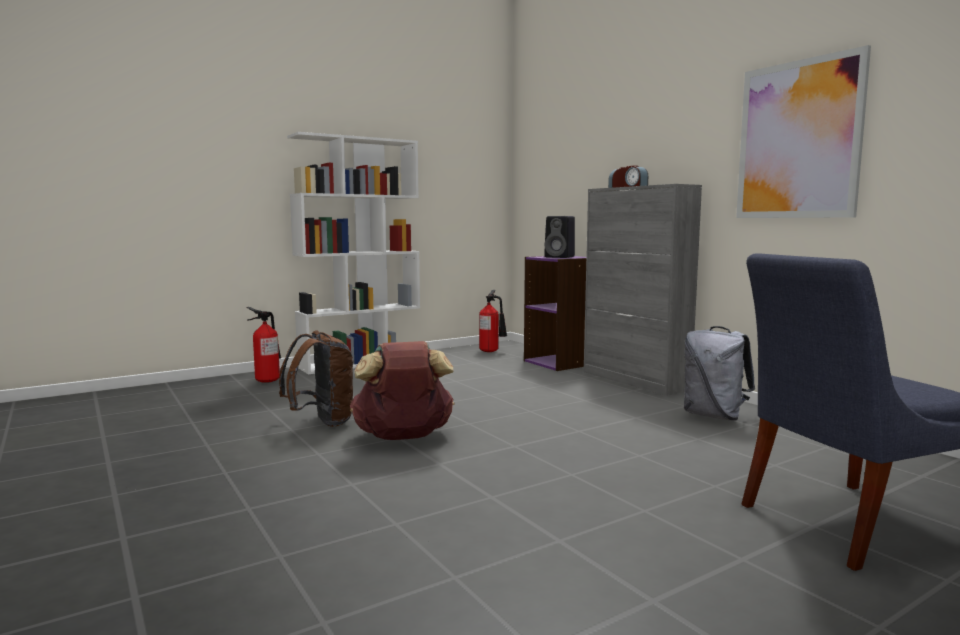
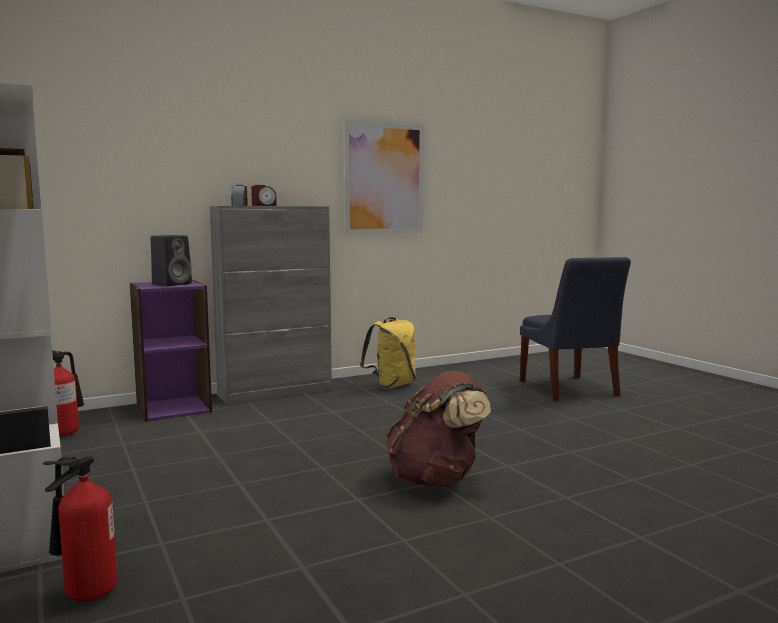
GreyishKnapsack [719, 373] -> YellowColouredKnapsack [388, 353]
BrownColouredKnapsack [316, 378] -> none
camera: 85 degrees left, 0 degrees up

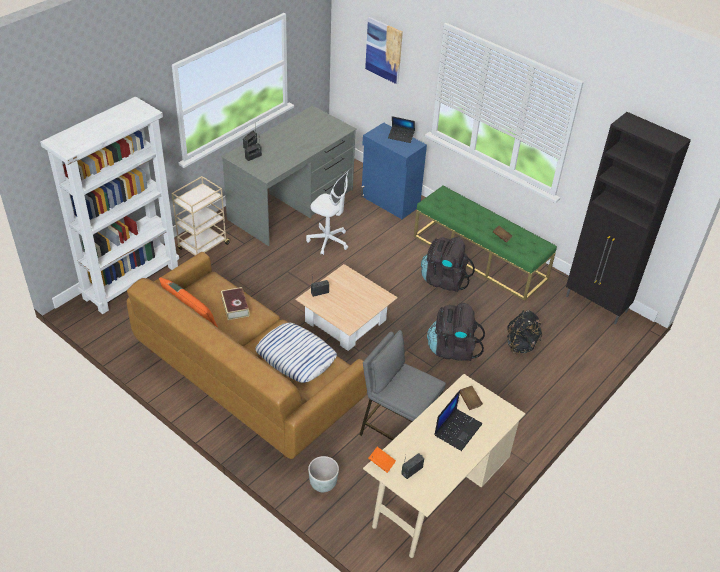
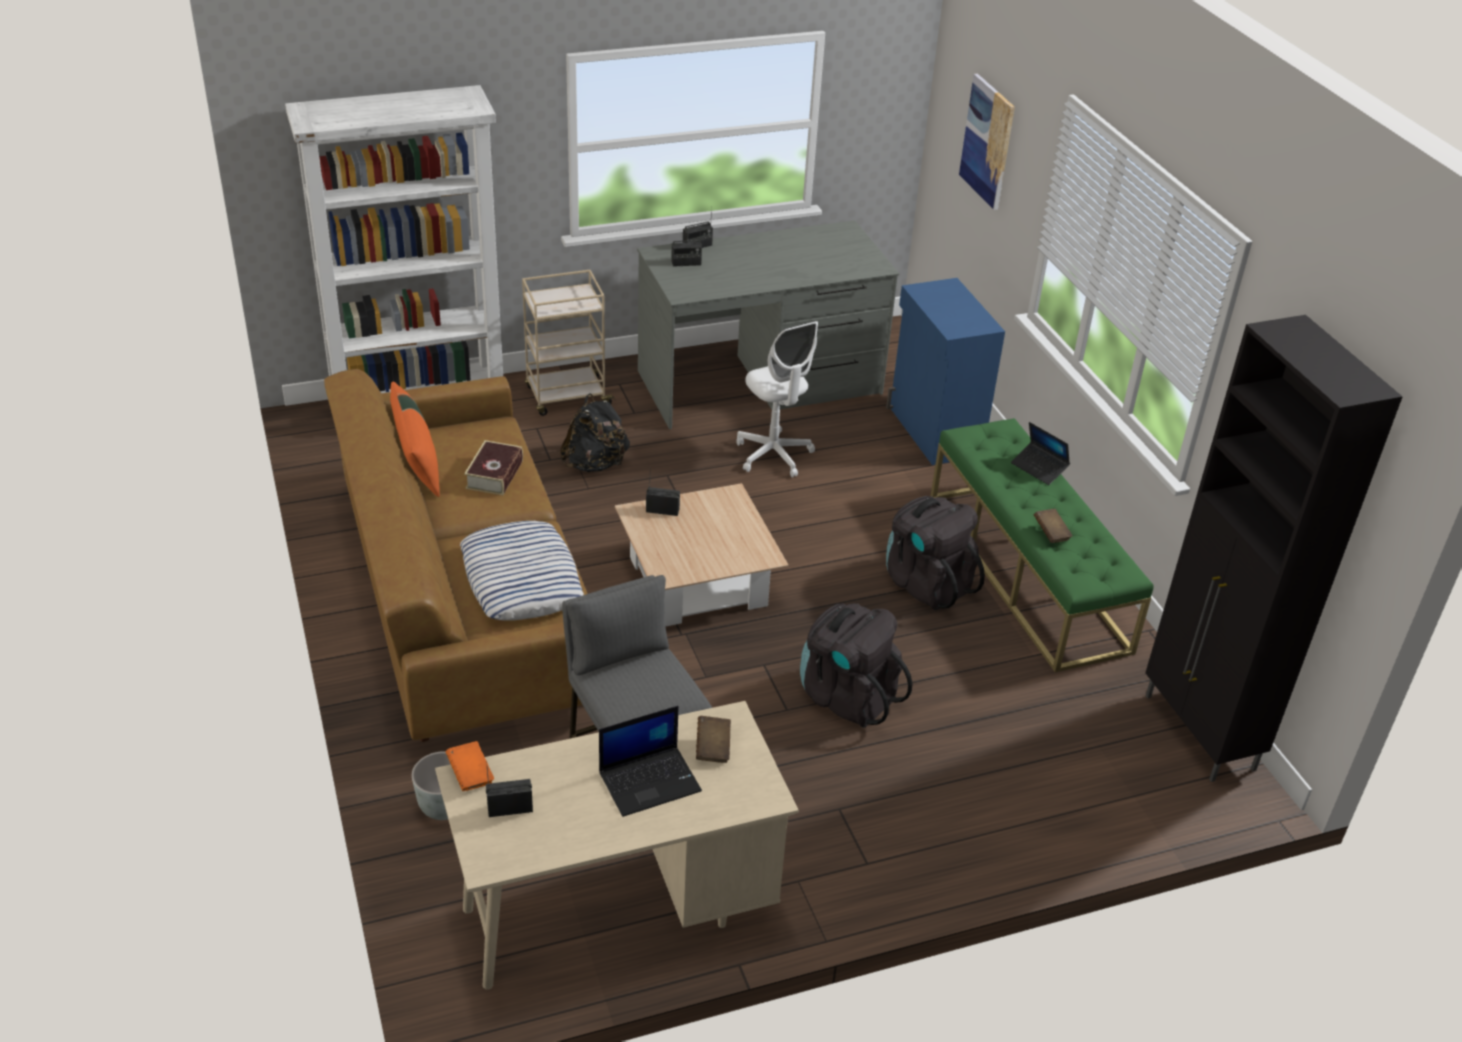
BlackKnapsack [524, 332] -> BlackKnapsack [595, 432], move
Laptop [401, 129] -> Laptop [1040, 453], move
camera: 30 degrees right, 5 degrees down

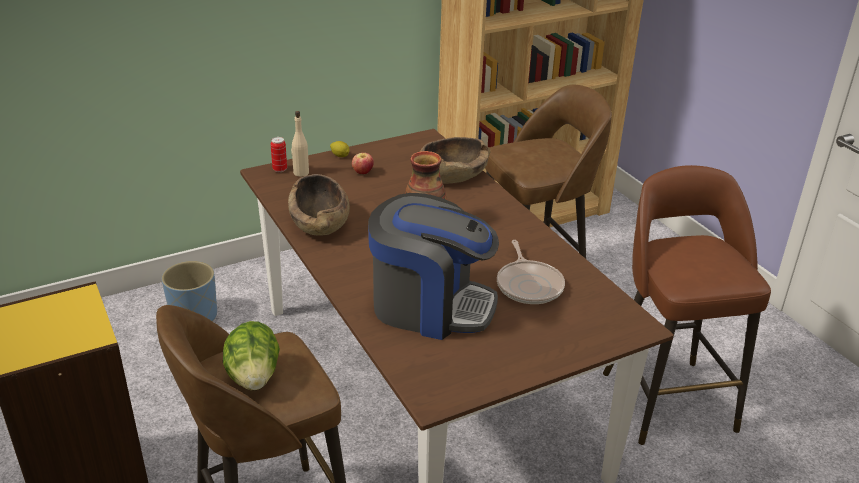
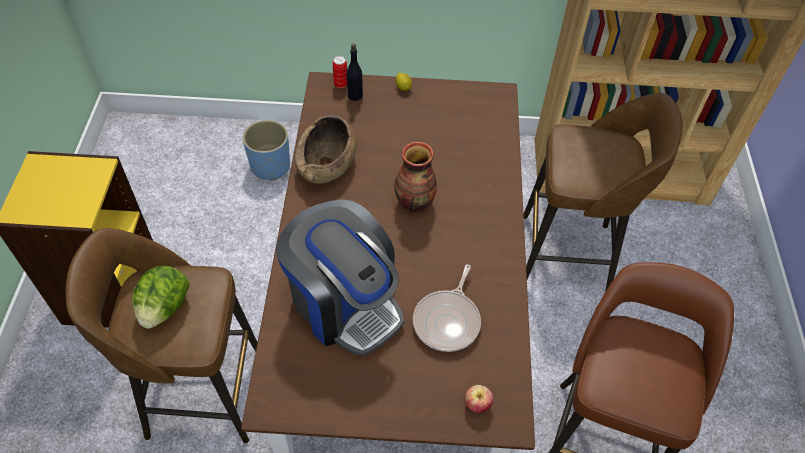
BeigeDrinkBottle [300, 144] -> BlackDrinkBottle [354, 72]
WholeApple [363, 163] -> WholeApple [479, 399], move
BrownColouredBowl [455, 160] -> none
camera: 30 degrees right, 20 degrees up

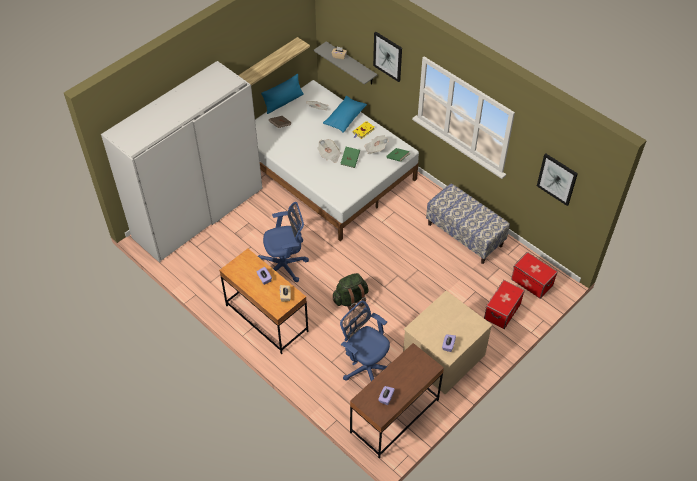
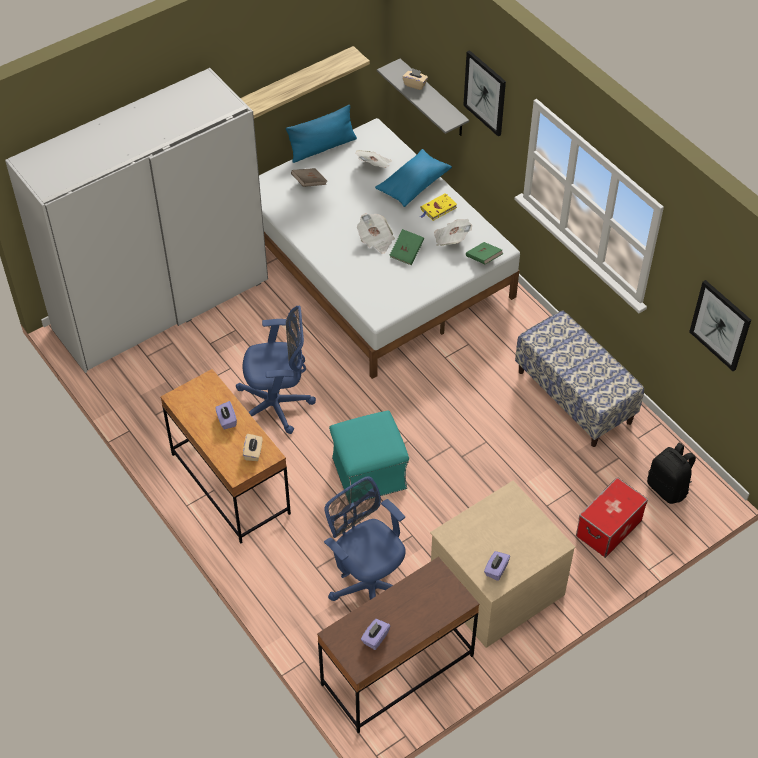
GreenKnapsack [351, 292] -> TurquoiseFootrest [369, 456]
StorageBin [534, 275] -> BlackKnapsack [671, 473]
camera: 10 degrees right, 0 degrees up

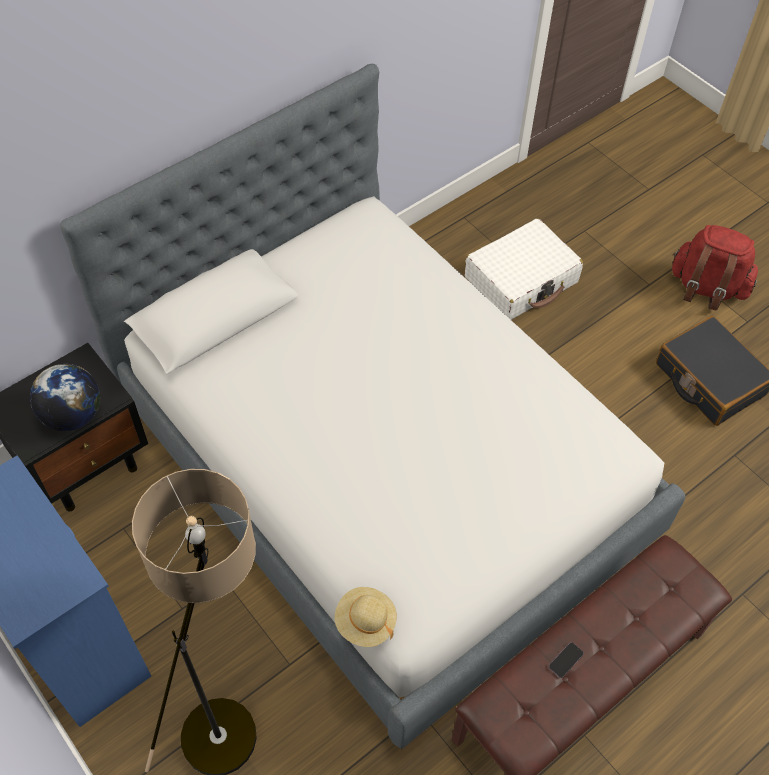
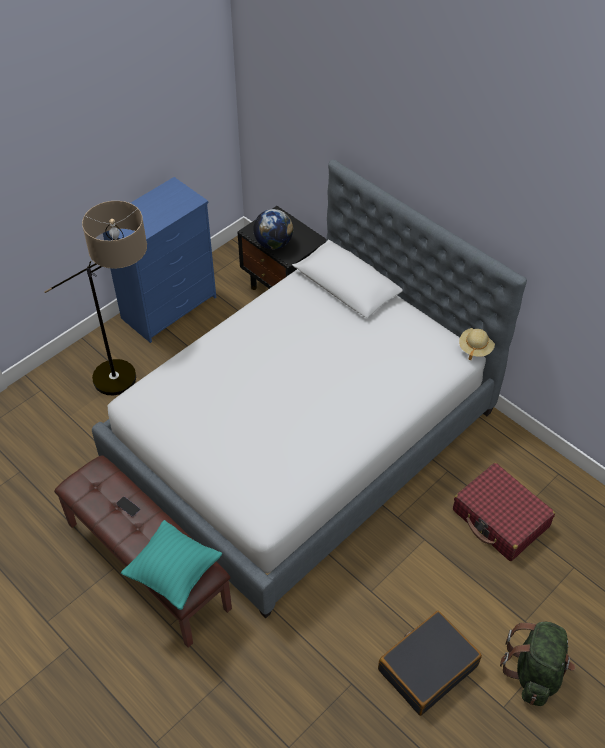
none -> TurquoiseThrowPillow [171, 565]
WhiteTravelCase [524, 269] -> RedTravelCase [504, 512]
BeigeWearableHat [366, 617] -> BeigeWearableHat [477, 344], move
RedKnapsack [715, 267] -> GreenKnapsack [537, 663]
camera: 85 degrees right, 5 degrees down

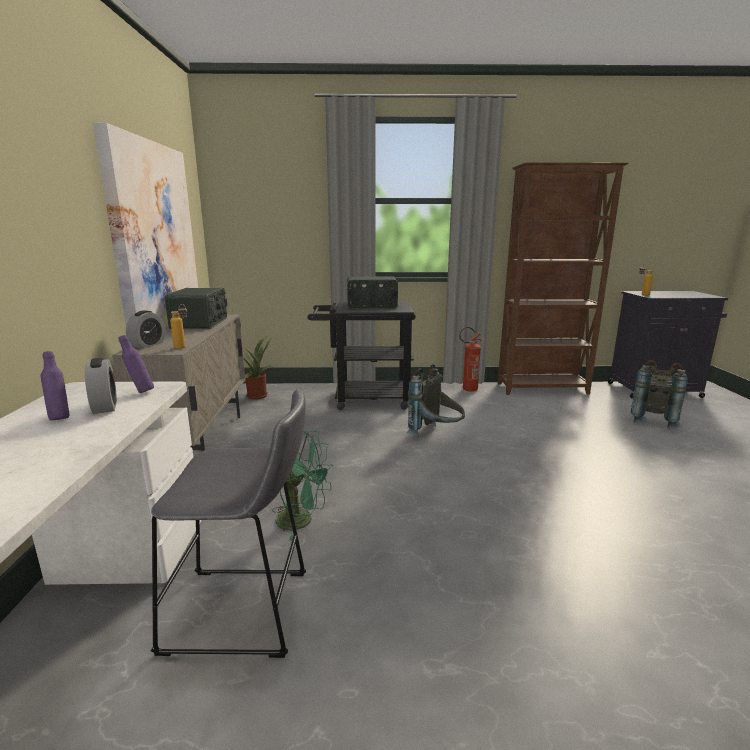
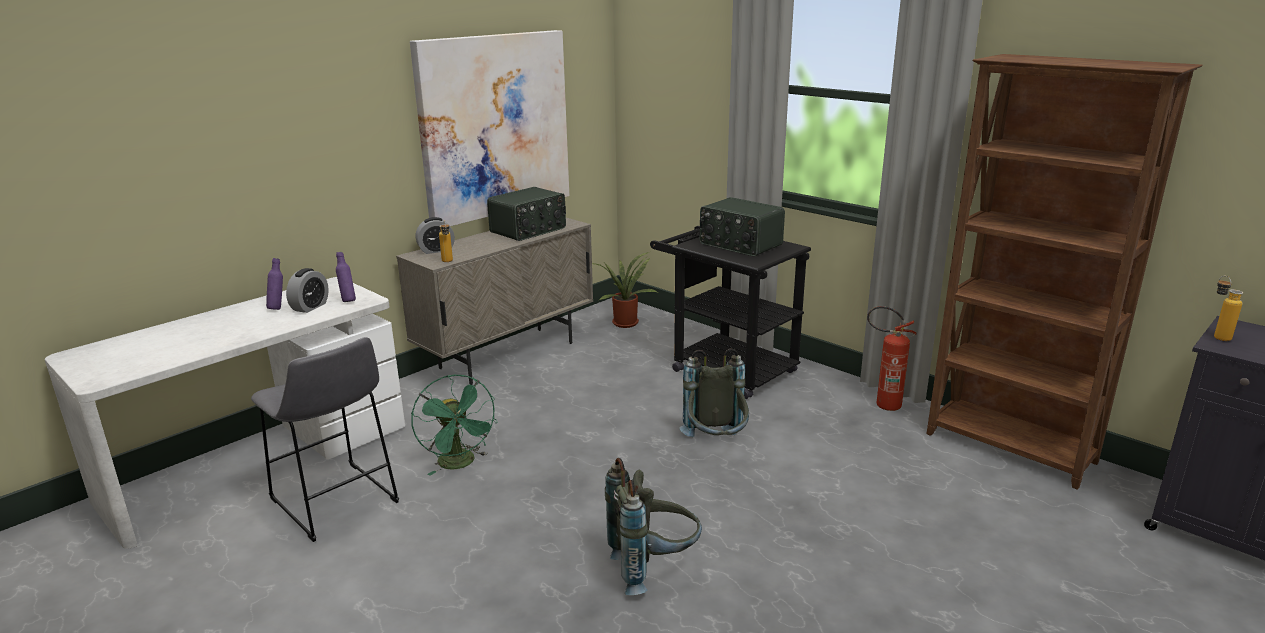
GreyishKnapsack [659, 394] -> GreyishKnapsack [653, 526], move
camera: 45 degrees right, 5 degrees up

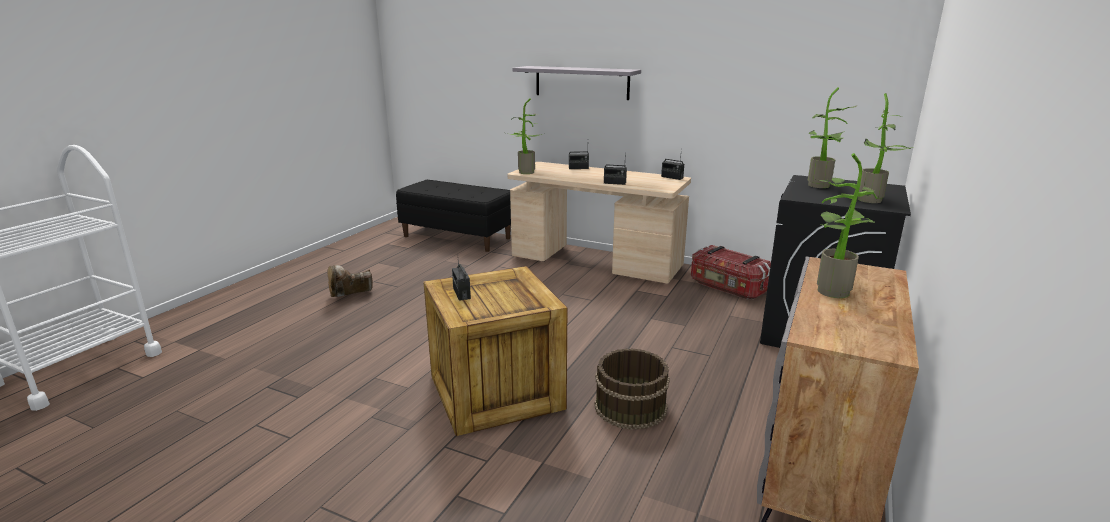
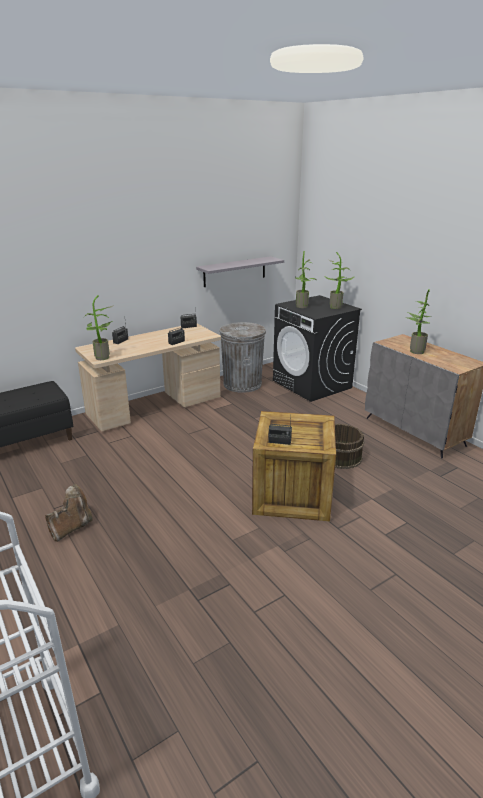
BrownColouredBoot [350, 281] -> BrownColouredBoot [69, 513], 135 degrees counterclockwise
GreyishWallShelf [576, 83] -> GreyishWallShelf [240, 271], move
StorageBin [731, 272] -> GreyishTrashCan [242, 357]
camera: 60 degrees left, 5 degrees up

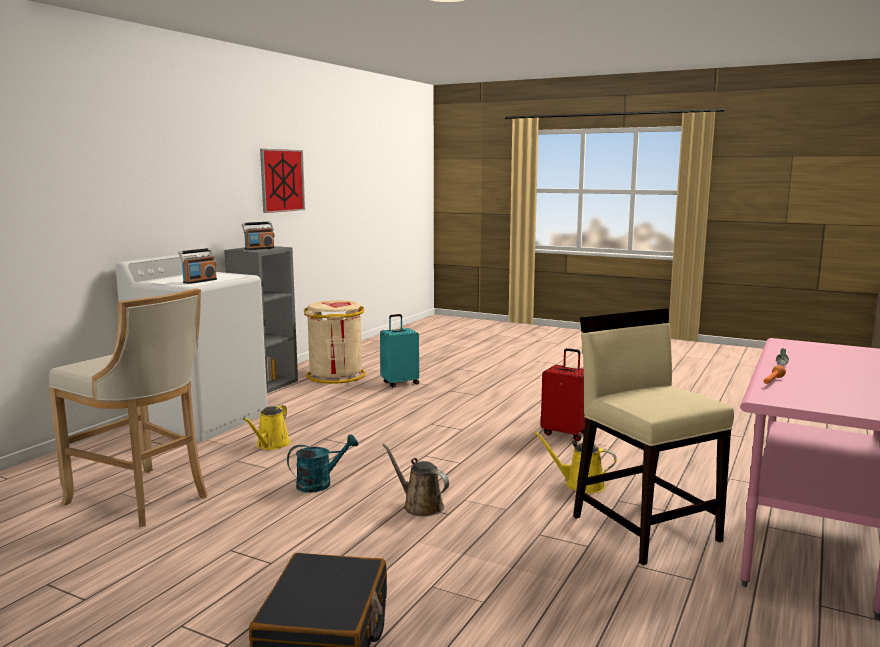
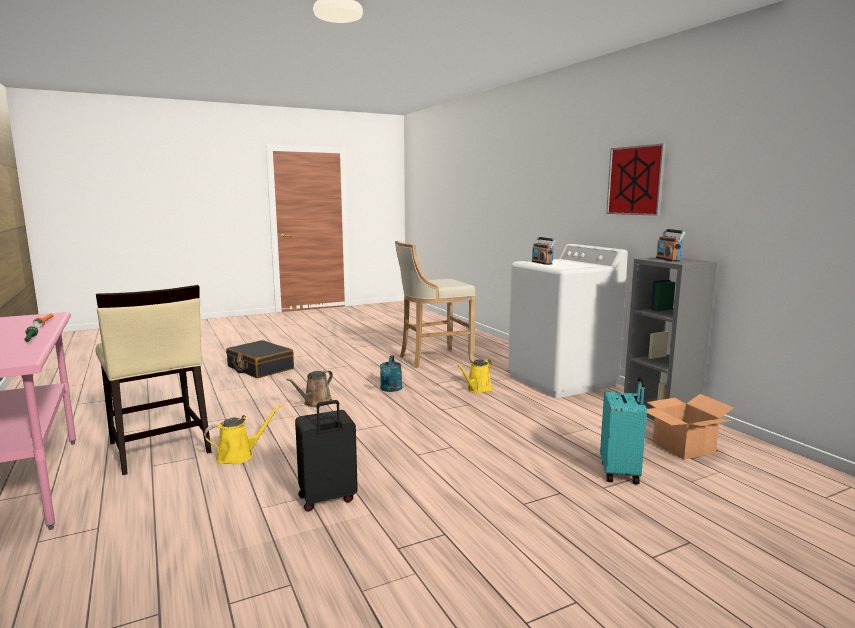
BeigeUprightChair [653, 436] -> BeigeUprightChair [153, 380], 45 degrees clockwise
BrownColouredWateringCan [416, 480] -> BrownColouredWateringCan [309, 388], 135 degrees clockwise
RedTravelCase [563, 394] -> BlackTravelCase [326, 456]
YellowColouredWateringCan [266, 427] -> YellowColouredWateringCan [475, 376], 105 degrees counterclockwise
WallPicture [282, 181] -> WallPicture [636, 179], move
BeigeTrashCan [335, 342] -> PackingBox [690, 427]
camera: 125 degrees right, 0 degrees up

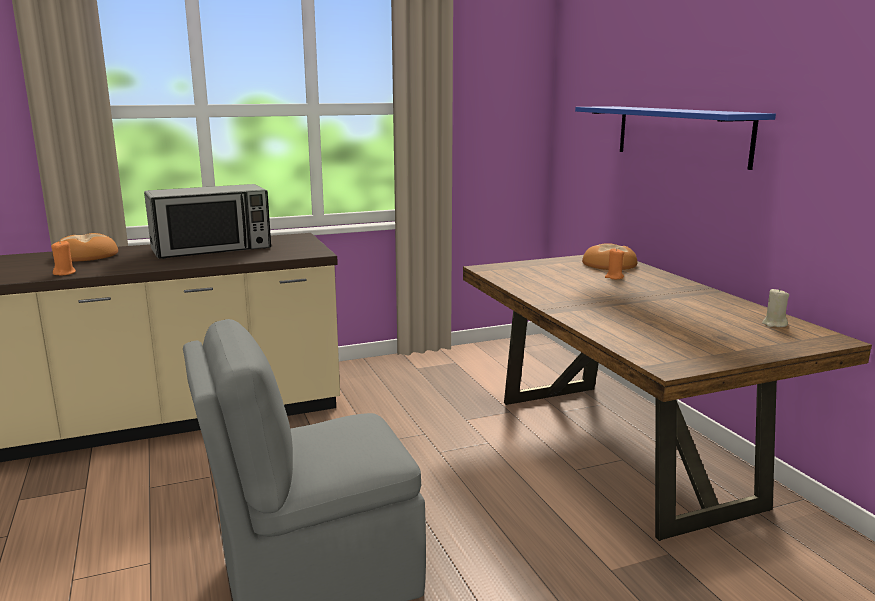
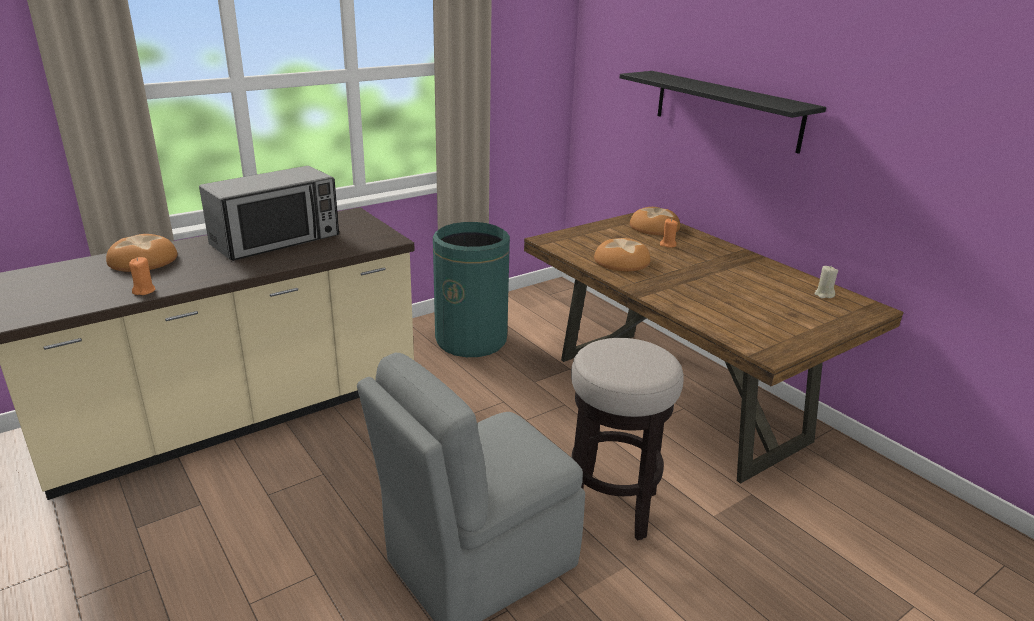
none -> GreenTrashCan [471, 289]
none -> Stool [627, 439]
none -> Bread [622, 254]
BluishWallShelf [675, 138] -> BlackWallShelf [723, 112]
camera: 15 degrees left, 10 degrees up

